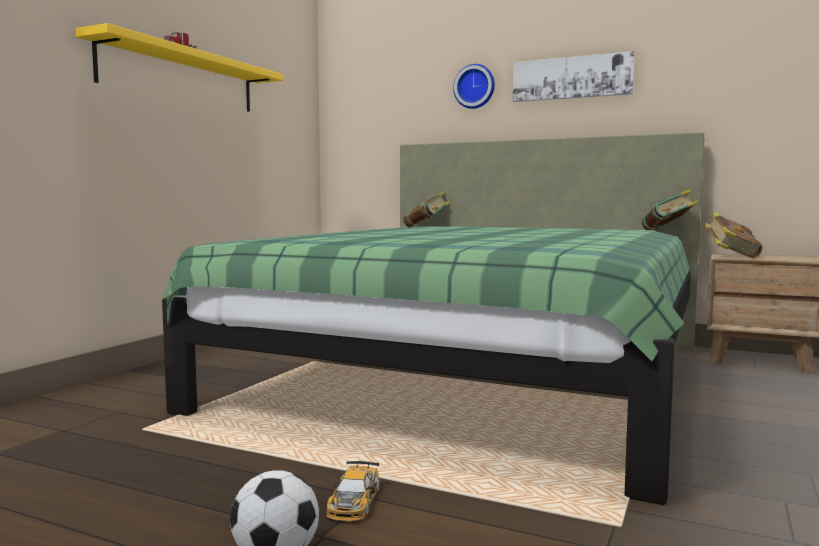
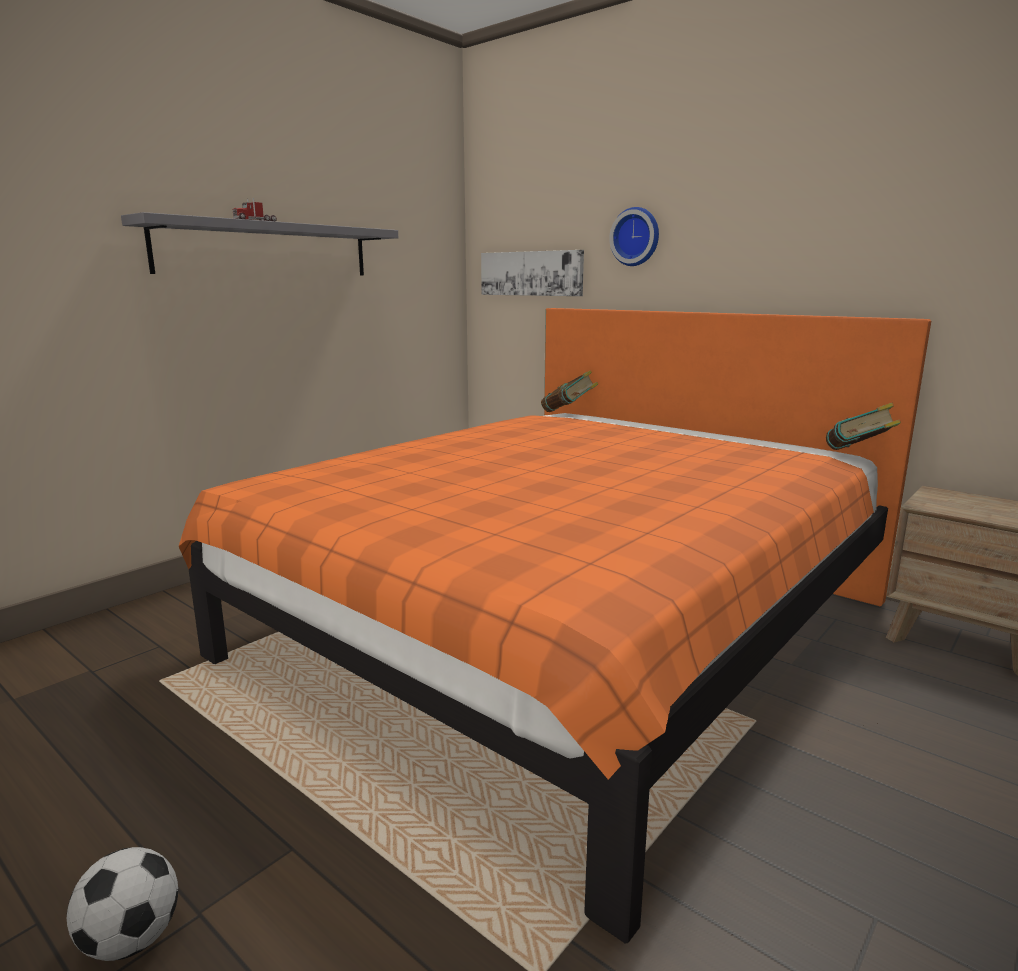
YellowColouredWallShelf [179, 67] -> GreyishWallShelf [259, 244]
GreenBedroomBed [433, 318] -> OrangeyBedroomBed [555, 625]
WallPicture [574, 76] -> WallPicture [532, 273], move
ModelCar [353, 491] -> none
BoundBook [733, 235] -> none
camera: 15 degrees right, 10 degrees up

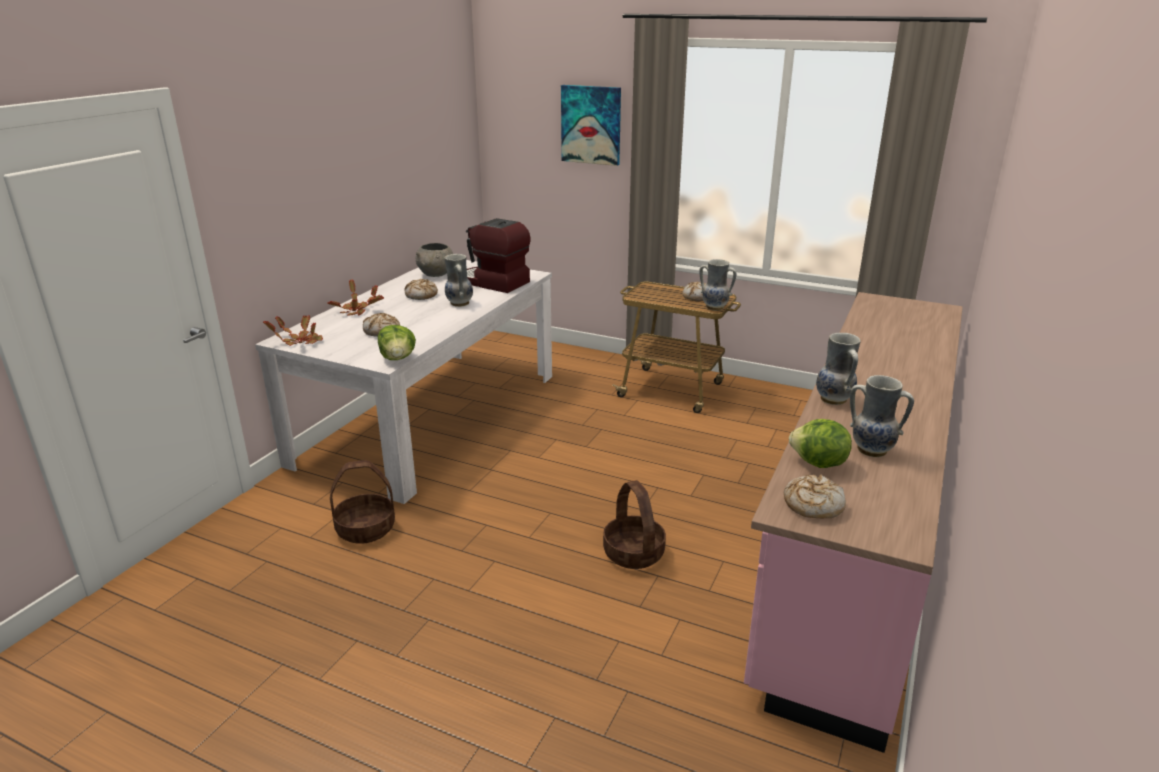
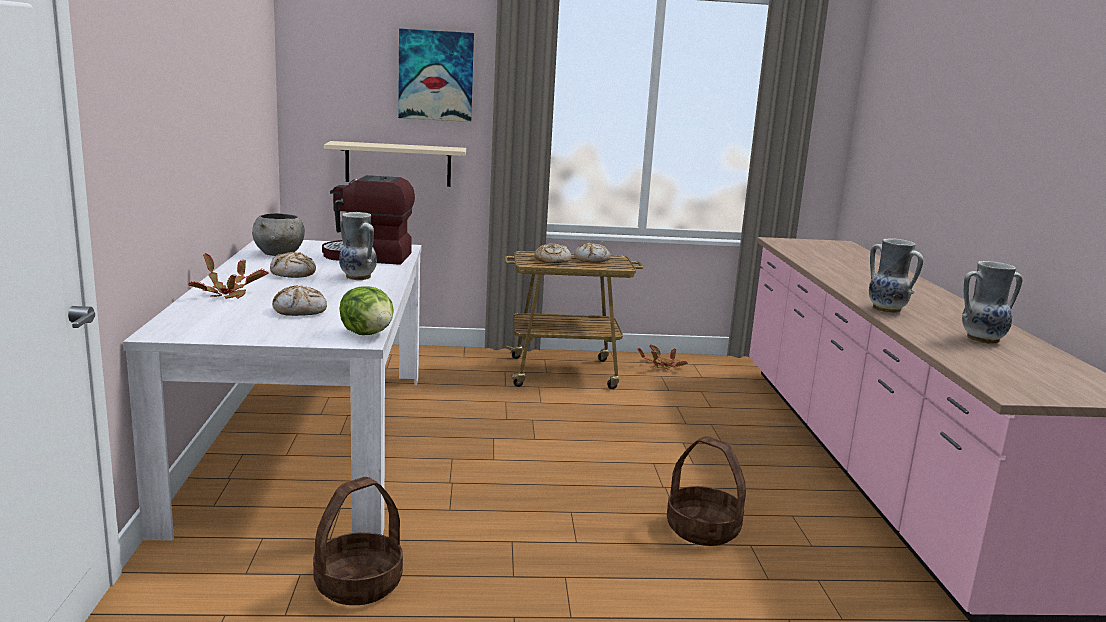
none -> BeigeWallShelf [395, 164]
Bread [815, 496] -> Bread [553, 253], move
PlantInAPot [293, 330] -> PlantInAPot [662, 357], move
DecorativeVase [718, 285] -> none
LettuceHead [820, 443] -> none
camera: 30 degrees left, 10 degrees down

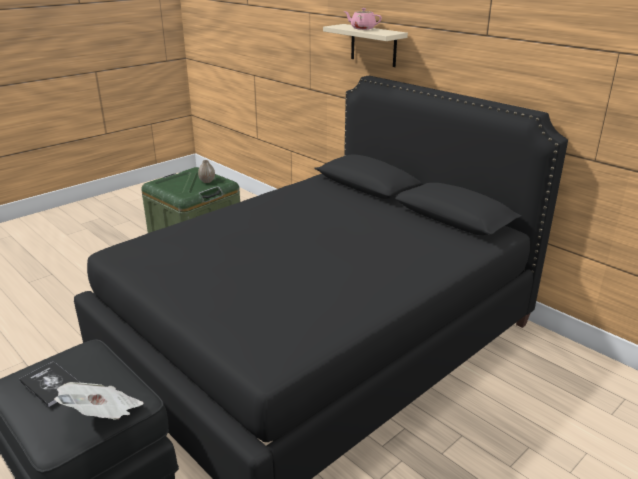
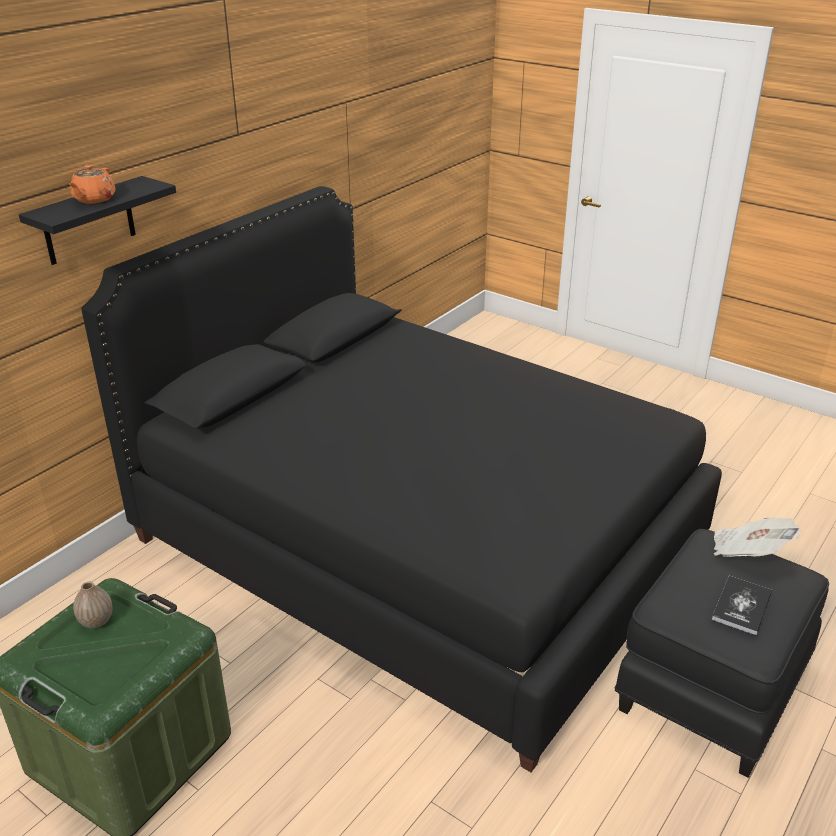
BeigeWallShelf [365, 45] -> BlackWallShelf [97, 220]
PinkColouredTeaPot [363, 19] -> OrangeyTeaPot [92, 184]
camera: 100 degrees left, 5 degrees up

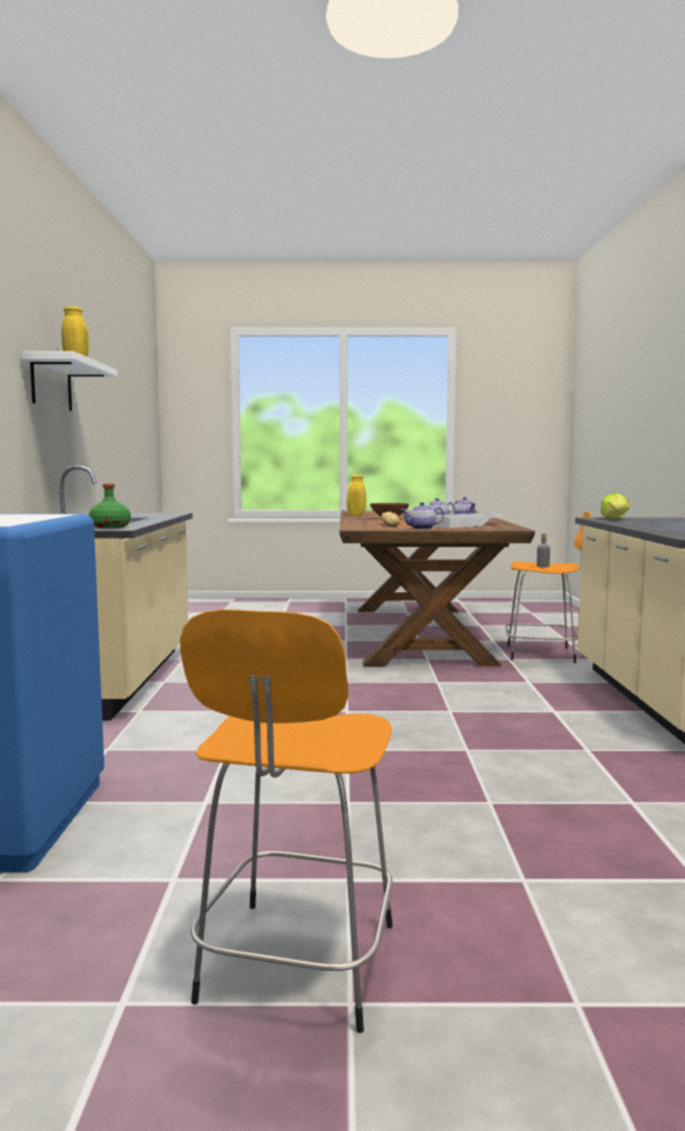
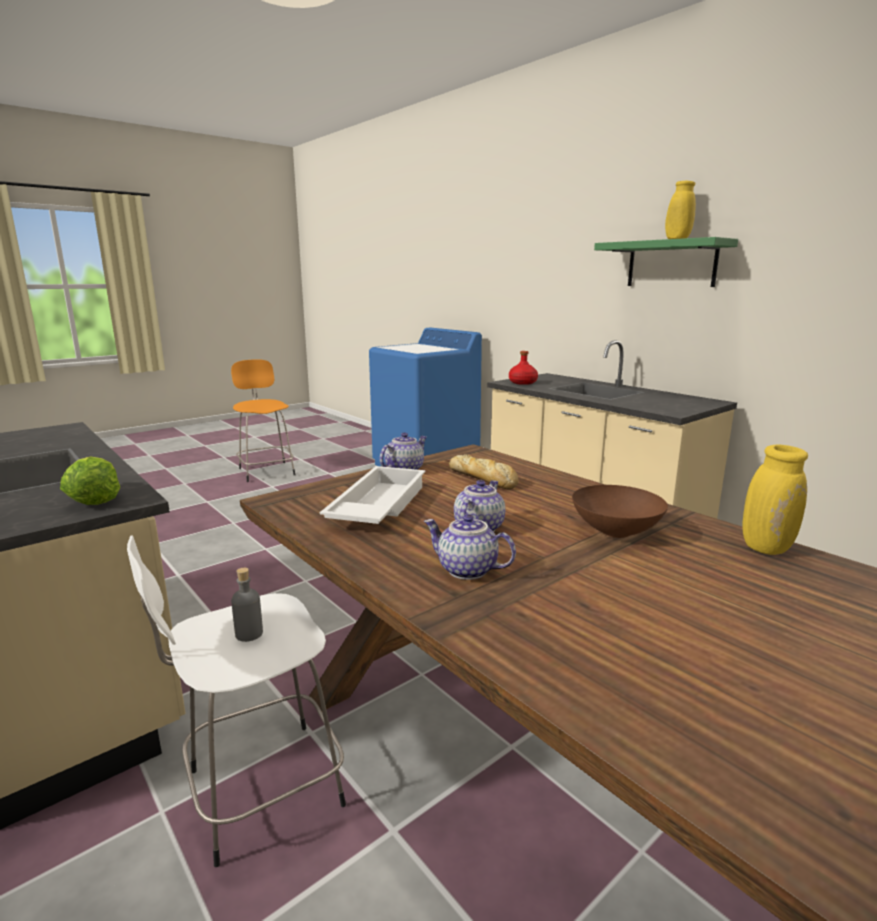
OrangeyStool [548, 587] -> WhiteStool [236, 701]
GreenDrinkBottle [110, 505] -> RedDrinkBottle [523, 368]
WhiteWallShelf [70, 381] -> GreenWallShelf [666, 262]
camera: 140 degrees right, 10 degrees up

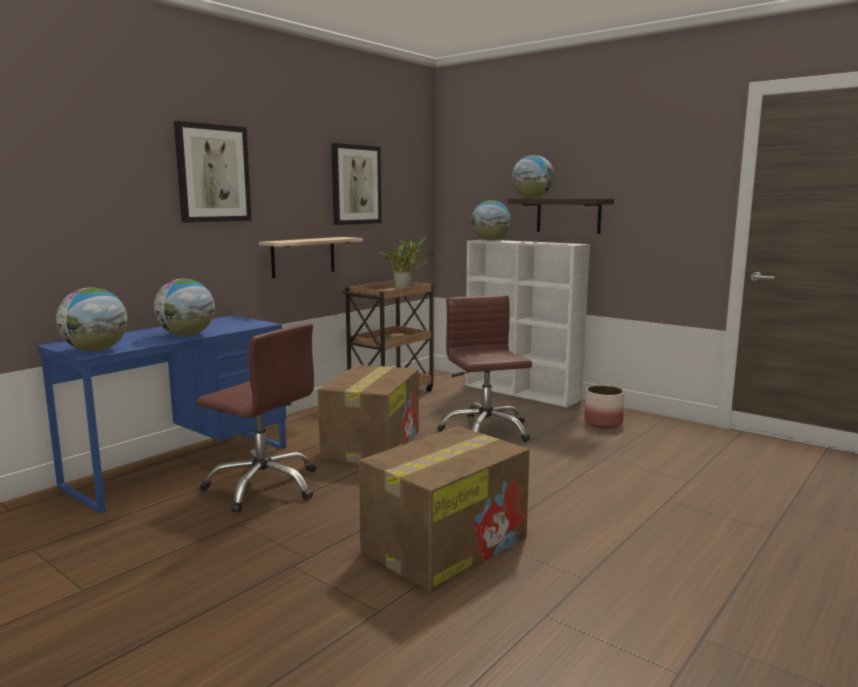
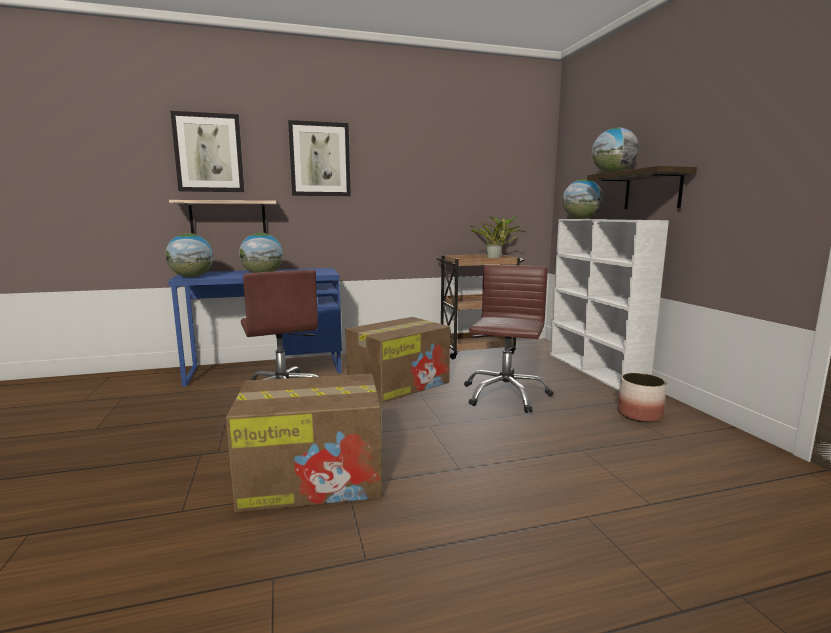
WallShelf [311, 257] -> WallShelf [222, 216], move
WallPicture [356, 184] -> WallPicture [207, 151], move
camera: 35 degrees right, 0 degrees up

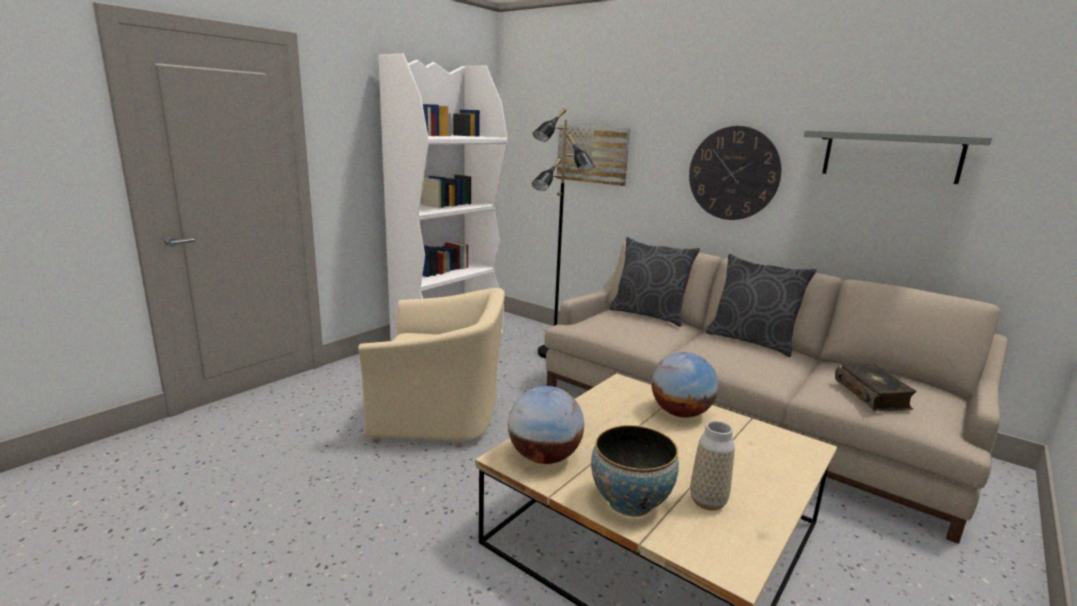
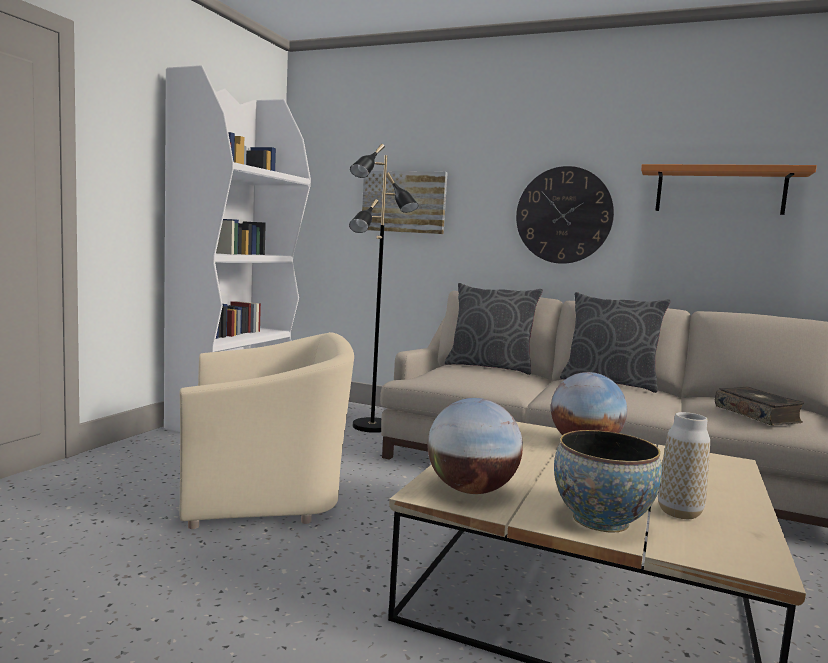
GreyishWallShelf [898, 157] -> OrangeyWallShelf [729, 189]
camera: 15 degrees left, 10 degrees down

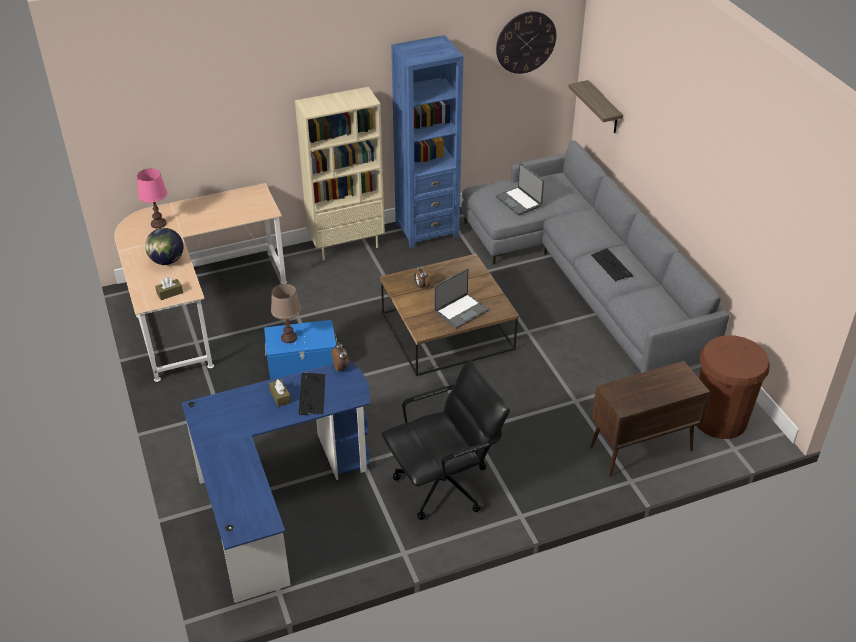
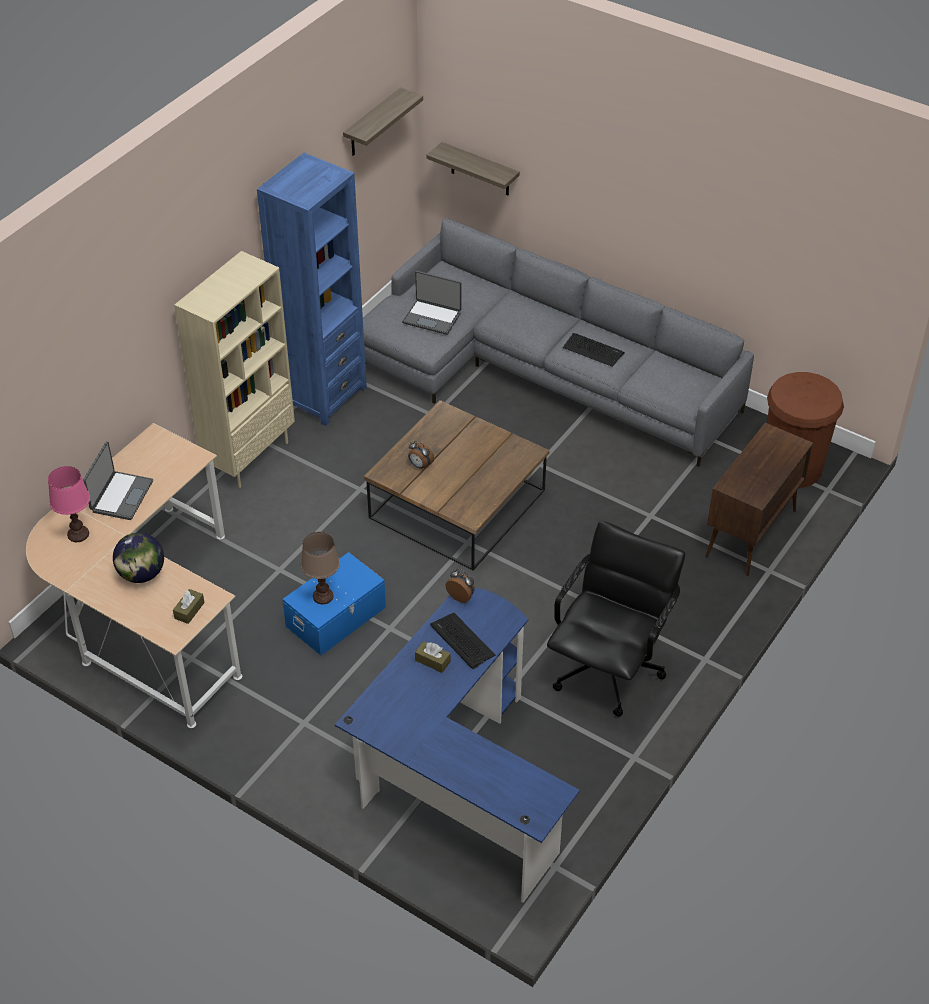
Laptop [461, 299] -> Laptop [118, 480], move
WallClock [526, 42] -> WallShelf [383, 122]
camera: 35 degrees left, 5 degrees up

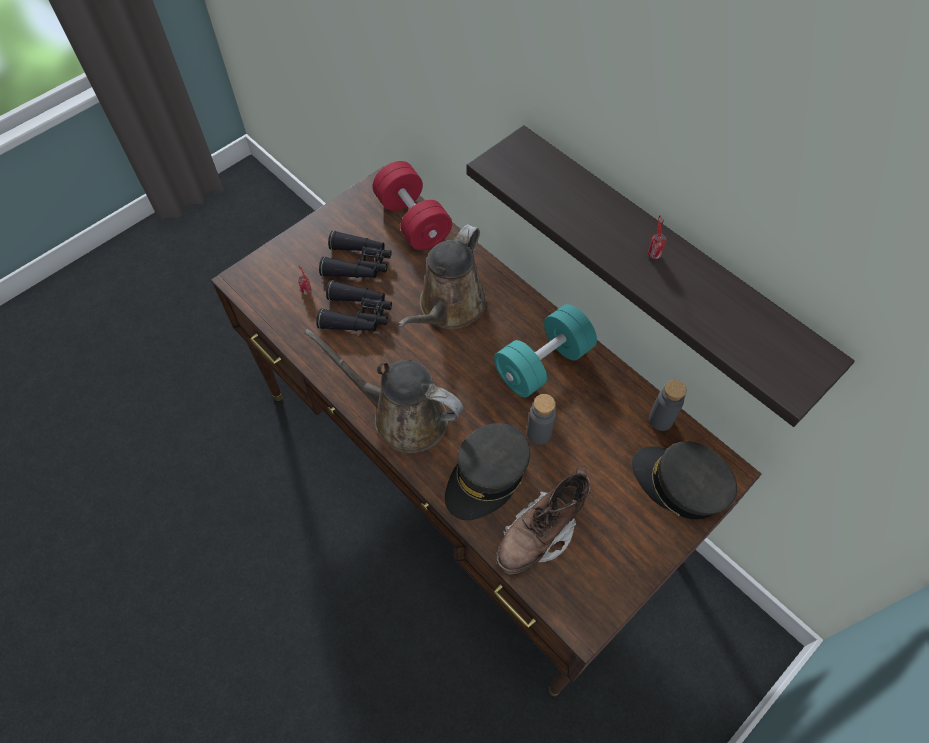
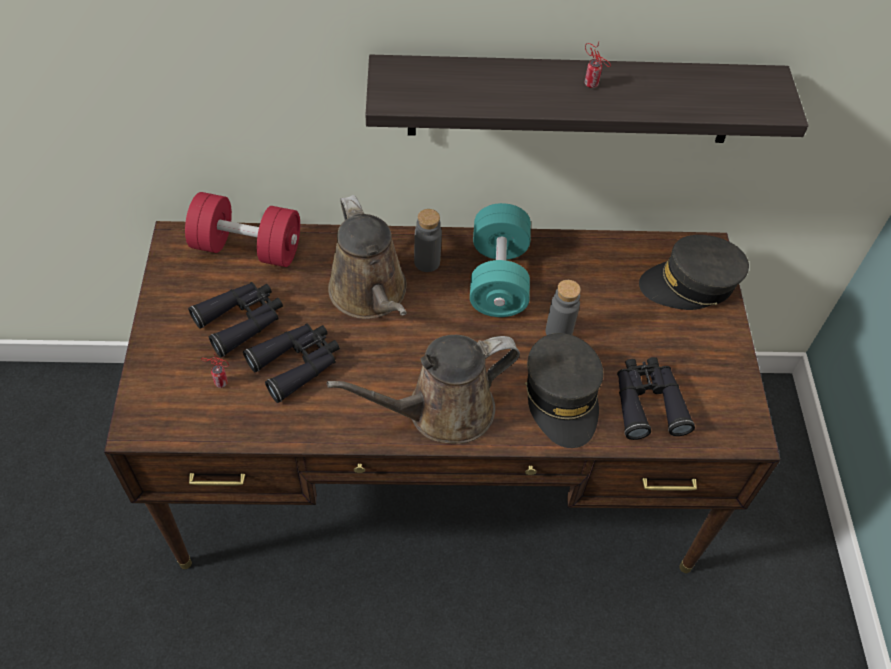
GreyishDrinkBottle [668, 405] -> GreyishDrinkBottle [428, 240], move
BrownColouredBoot [543, 520] -> BlackBinoculars [656, 398]
camera: 50 degrees left, 5 degrees down

